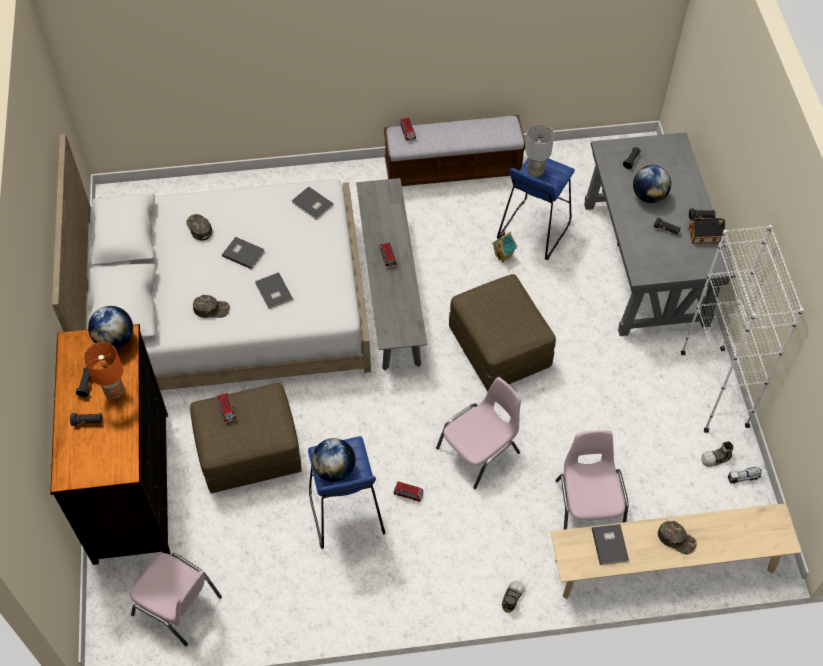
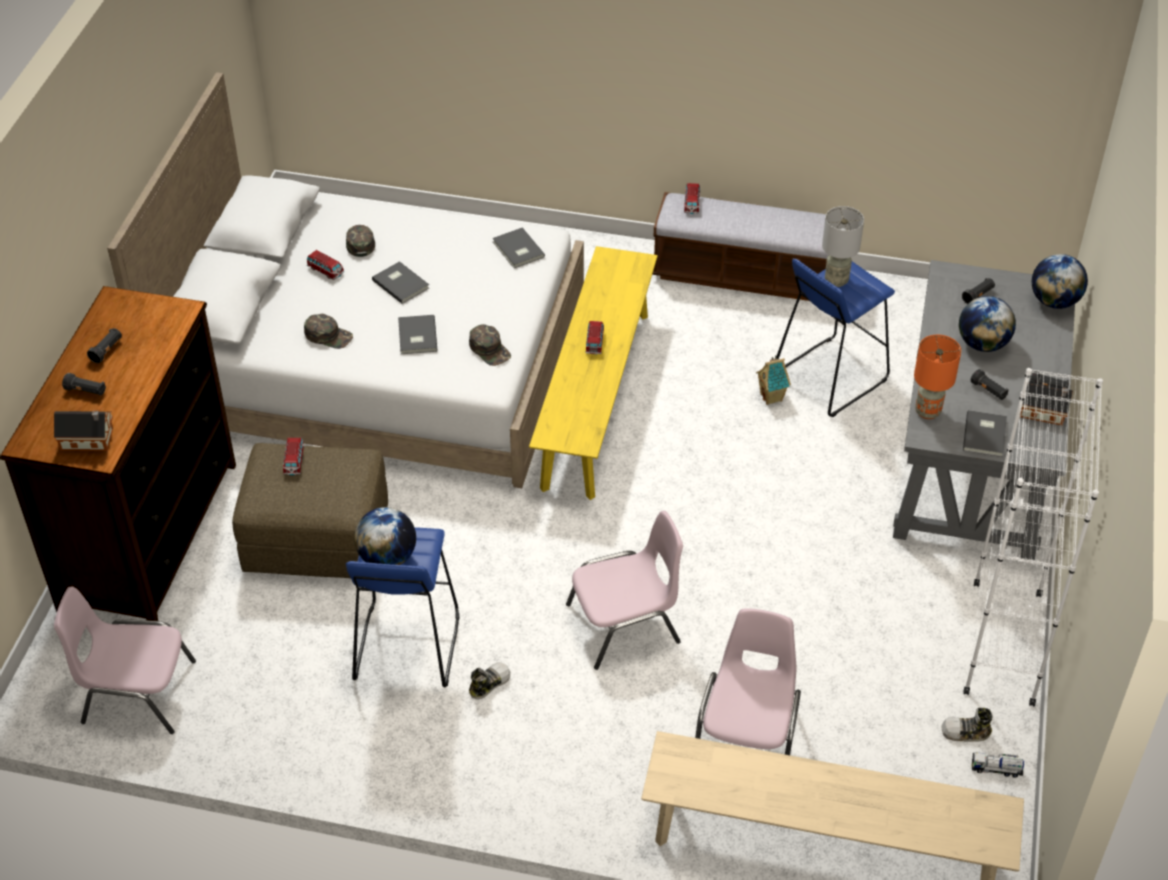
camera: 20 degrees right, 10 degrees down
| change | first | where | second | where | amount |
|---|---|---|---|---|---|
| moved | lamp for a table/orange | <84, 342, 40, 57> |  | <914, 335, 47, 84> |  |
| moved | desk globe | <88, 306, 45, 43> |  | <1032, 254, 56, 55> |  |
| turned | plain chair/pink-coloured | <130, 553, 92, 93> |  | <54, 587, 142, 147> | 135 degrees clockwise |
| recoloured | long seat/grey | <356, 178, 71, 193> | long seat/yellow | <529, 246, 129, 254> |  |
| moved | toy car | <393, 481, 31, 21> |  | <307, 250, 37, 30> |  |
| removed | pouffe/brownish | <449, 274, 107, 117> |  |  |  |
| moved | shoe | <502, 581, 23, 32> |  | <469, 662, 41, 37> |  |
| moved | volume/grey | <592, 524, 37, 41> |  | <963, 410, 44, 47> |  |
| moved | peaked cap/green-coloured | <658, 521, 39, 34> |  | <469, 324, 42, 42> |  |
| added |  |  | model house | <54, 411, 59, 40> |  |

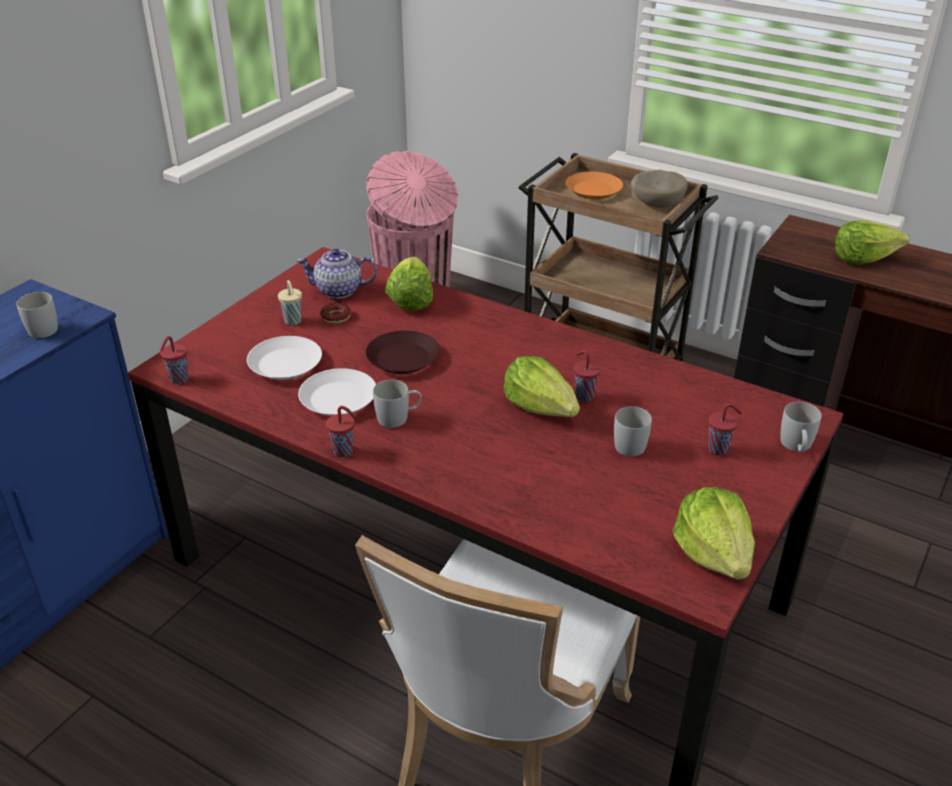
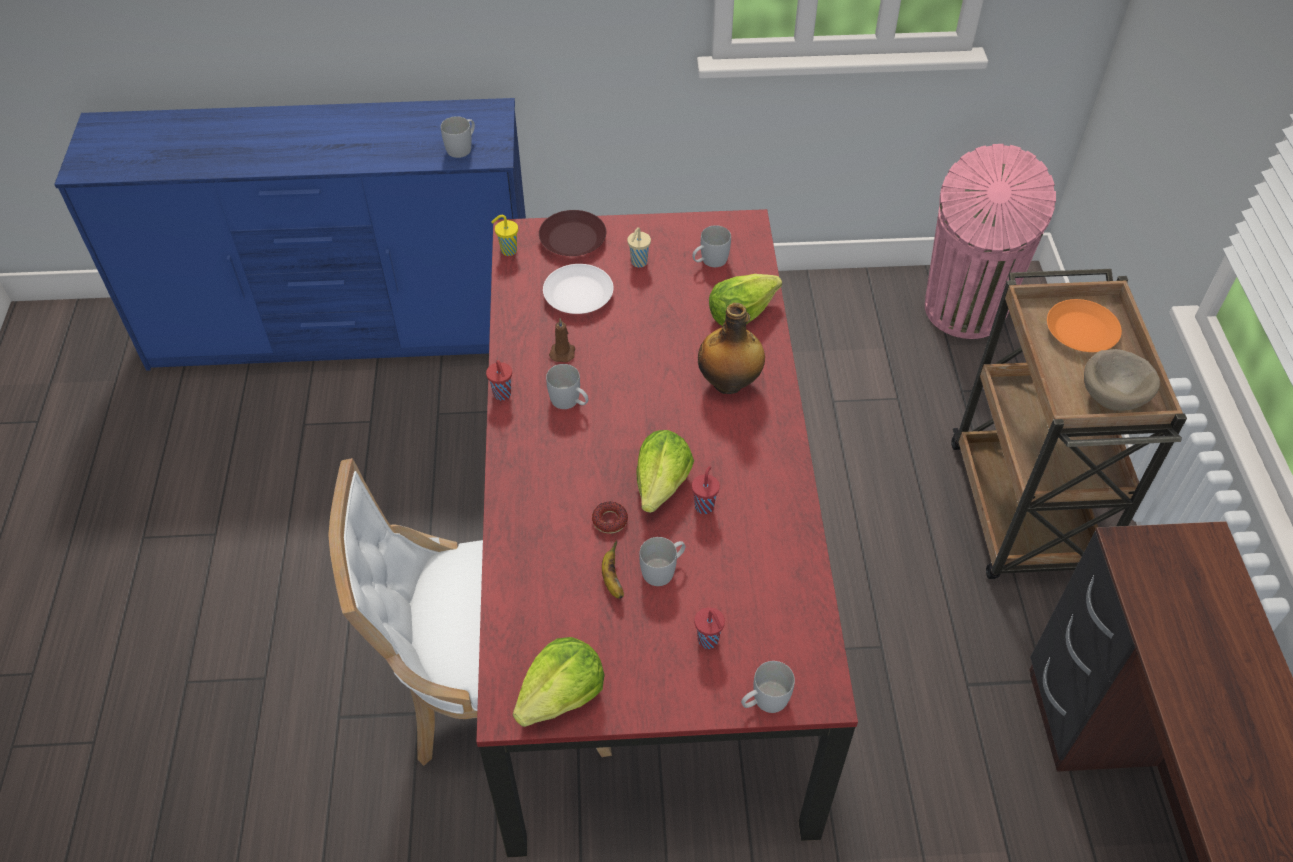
camera: 55 degrees right, 15 degrees up
| change | first | where | second | where | amount |
|---|---|---|---|---|---|
| recoloured | small cup/red | <160, 336, 28, 48> | small cup/yellow | <491, 215, 27, 41> |  |
| replaced | pot for tea | <296, 248, 81, 51> | tea mug/whitish | <692, 225, 39, 42> |  |
| replaced | flat dish/whitish | <298, 368, 78, 48> | wax light/brownish | <549, 318, 26, 44> |  |
| moved | ring doughnut | <320, 303, 31, 21> |  | <592, 501, 36, 33> |  |
| moved | flat dish/brownish | <366, 330, 74, 44> |  | <539, 210, 67, 46> |  |
| removed | lettuce | <835, 220, 74, 44> |  |  |  |
| added |  |  | banana fruit | <602, 540, 22, 59> |  |
| added |  |  | bottle | <698, 303, 67, 91> |  |

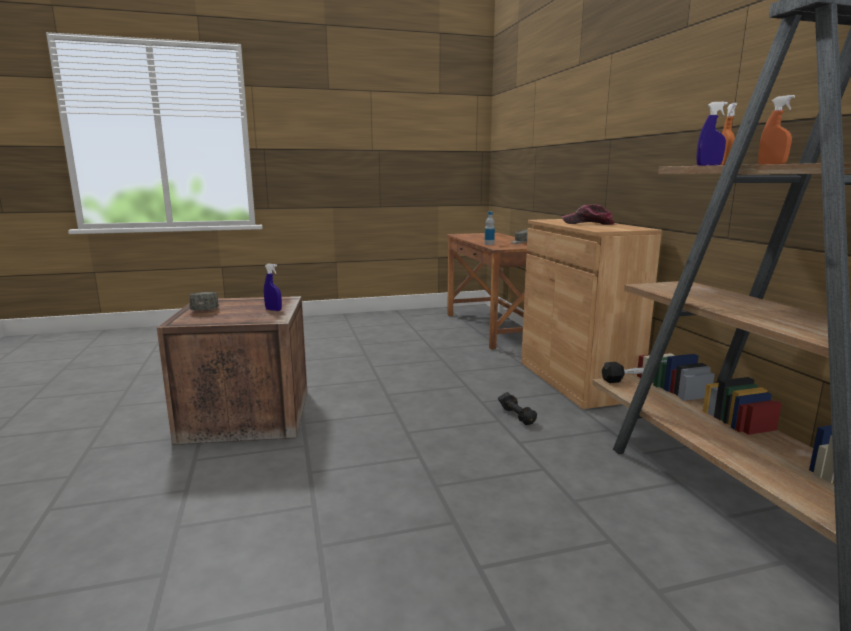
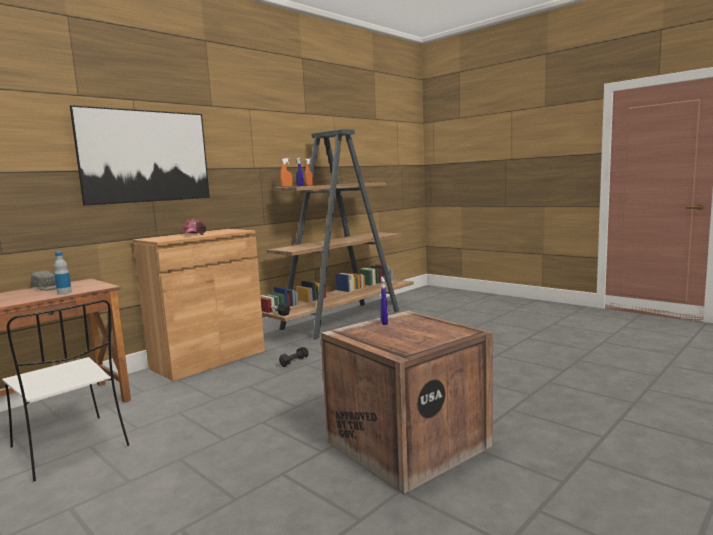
camera: 120 degrees left, 5 degrees down
| change | first | where | second | where | amount |
|---|---|---|---|---|---|
| removed | peaked cap/grey | <189, 292, 30, 18> |  |  |  |
| added |  |  | plain chair/whitish | <2, 300, 127, 182> |  |
| added |  |  | picture | <70, 105, 140, 101> |  |

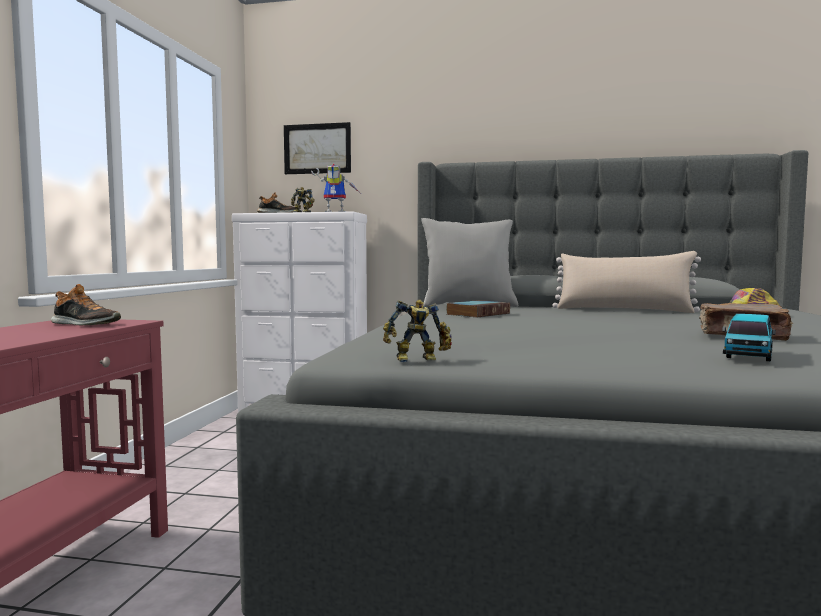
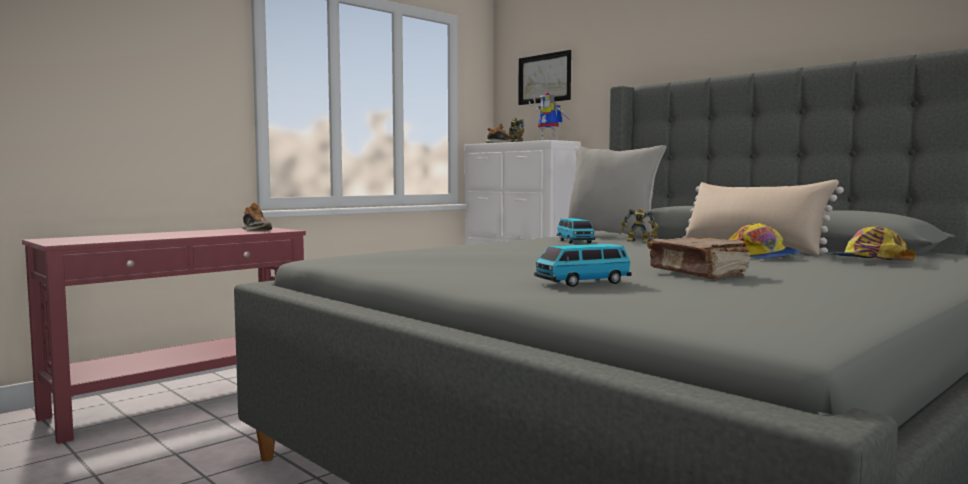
camera: 35 degrees right, 0 degrees up
| change | first | where | second | where | amount |
|---|---|---|---|---|---|
| moved | toy robot | <383, 300, 69, 62> |  | <621, 208, 38, 34> |  |
| replaced | volume | <446, 300, 64, 18> | toy car | <557, 218, 38, 25> |  |
| added |  |  | peaked cap | <728, 223, 73, 36> |  |

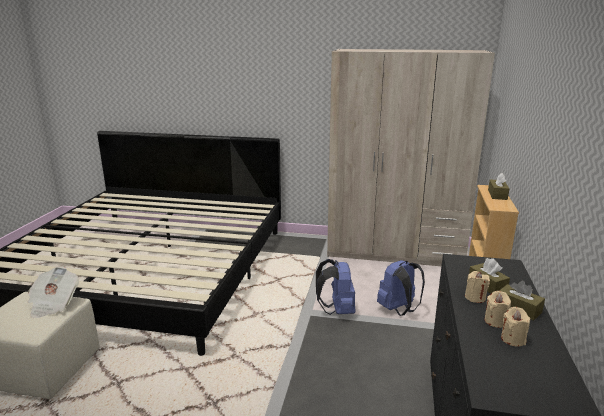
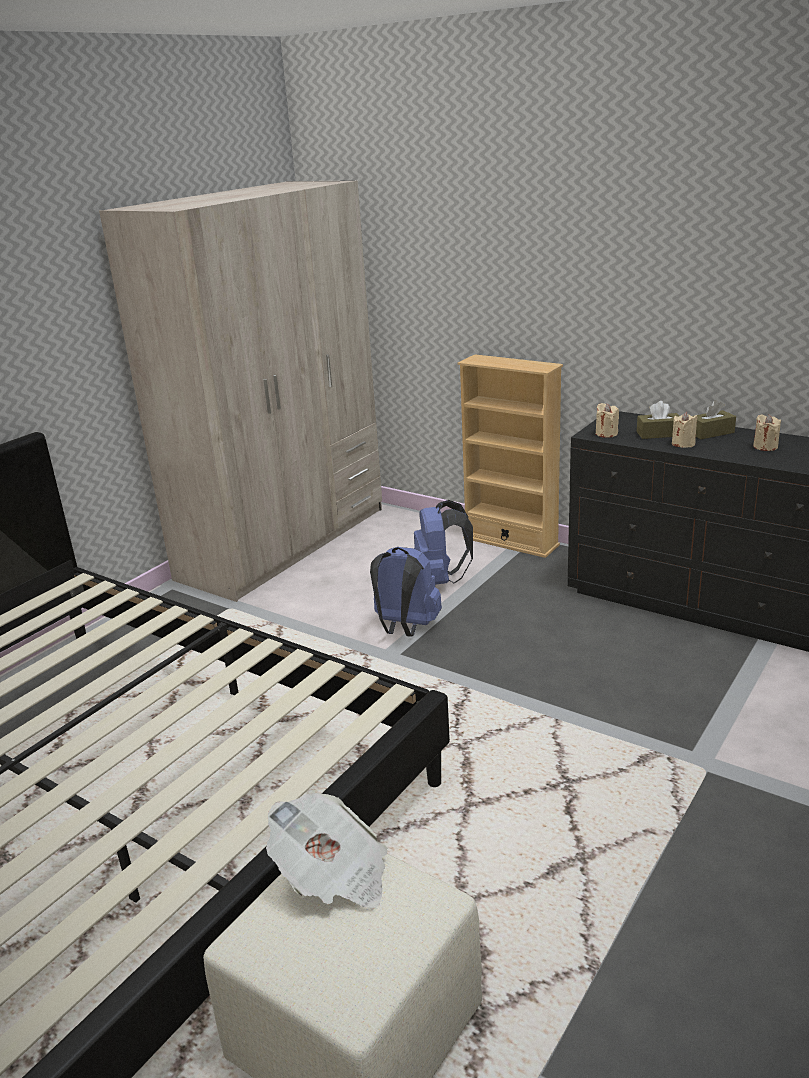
camera: 65 degrees left, 5 degrees up
| change | first | where | second | where | amount |
|---|---|---|---|---|---|
| moved | wax light/sand-coloured | <484, 291, 27, 37> |  | <596, 403, 23, 35> |  |
| removed | box of tissues/brownish | <488, 173, 21, 27> |  |  |  |

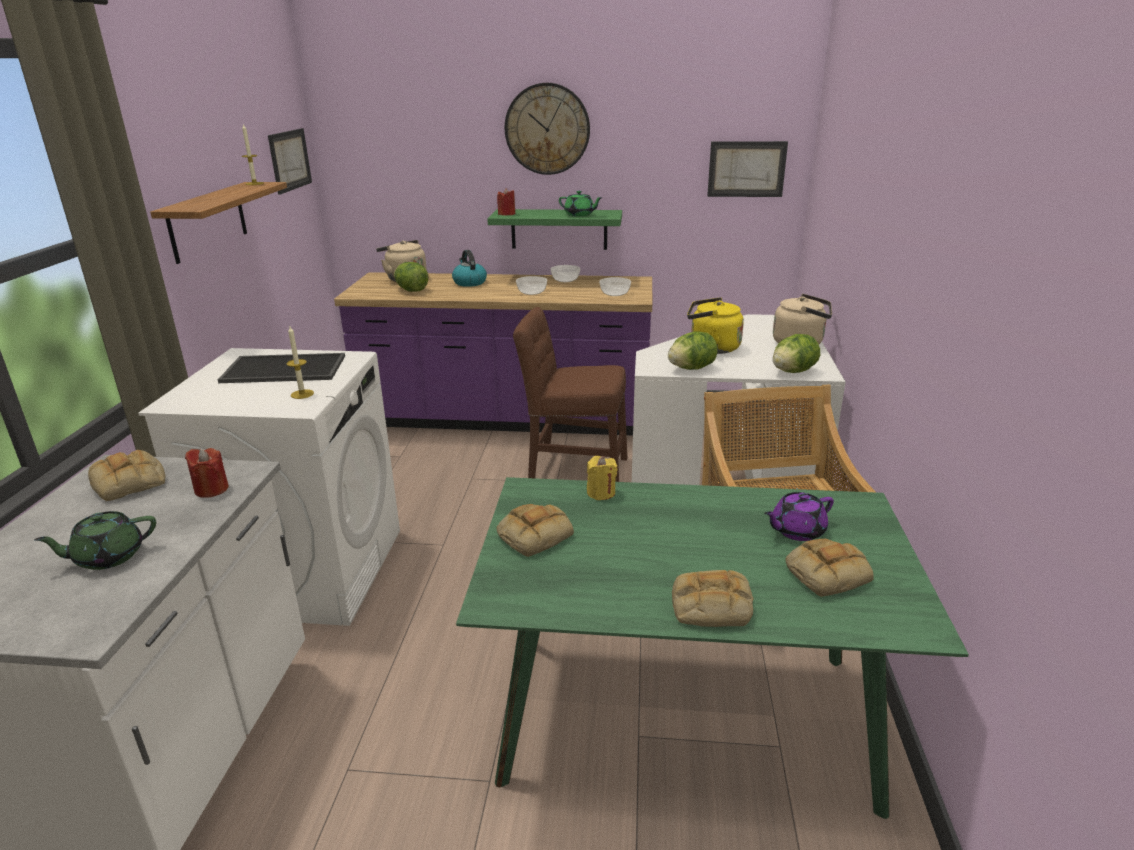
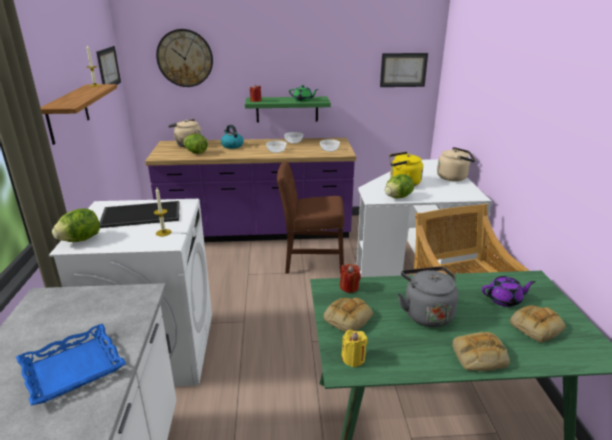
camera: 10 degrees left, 0 degrees up
| change | first | where | second | where | amount |
|---|---|---|---|---|---|
| replaced | pot for tea/green-coloured | <34, 511, 122, 59> | tray/bluish | <16, 324, 110, 81> |  |
| removed | bread | <88, 450, 78, 51> |  |  |  |
| moved | wax light/red | <185, 448, 44, 50> |  | <340, 264, 21, 29> |  |
| moved | hanging clock | <505, 83, 85, 92> |  | <156, 29, 57, 58> |  |
| moved | wax light/yellow | <587, 456, 31, 44> |  | <341, 330, 27, 37> |  |
| turned | pot for tea/purple | <764, 492, 70, 49> |  | <482, 276, 53, 31> | 150 degrees counterclockwise |
| moved | lettuce | <773, 334, 47, 39> |  | <52, 209, 48, 33> |  |
| added |  |  | water kettle/grey | <398, 267, 61, 60> |  |

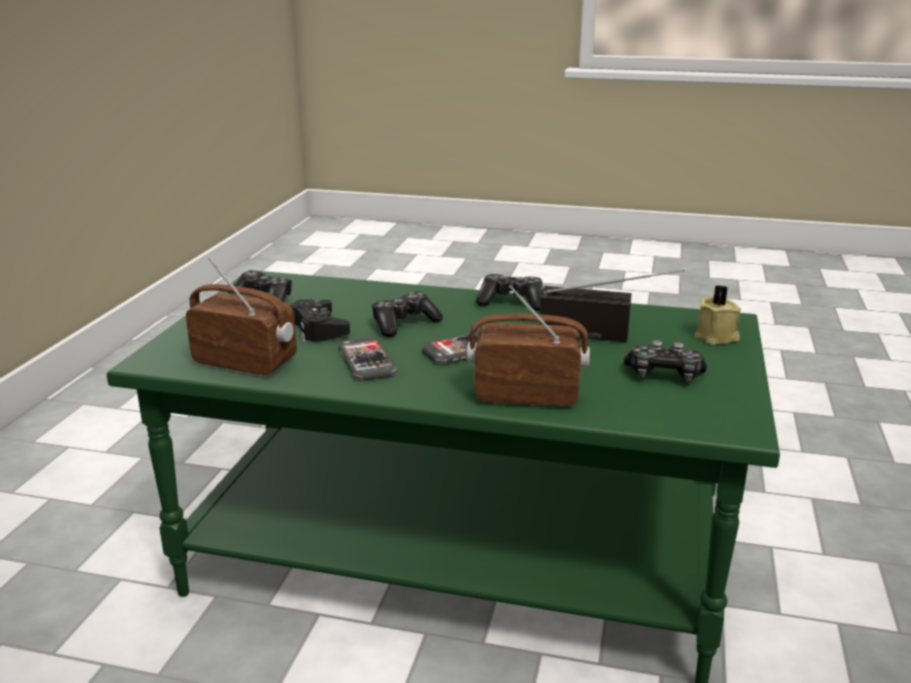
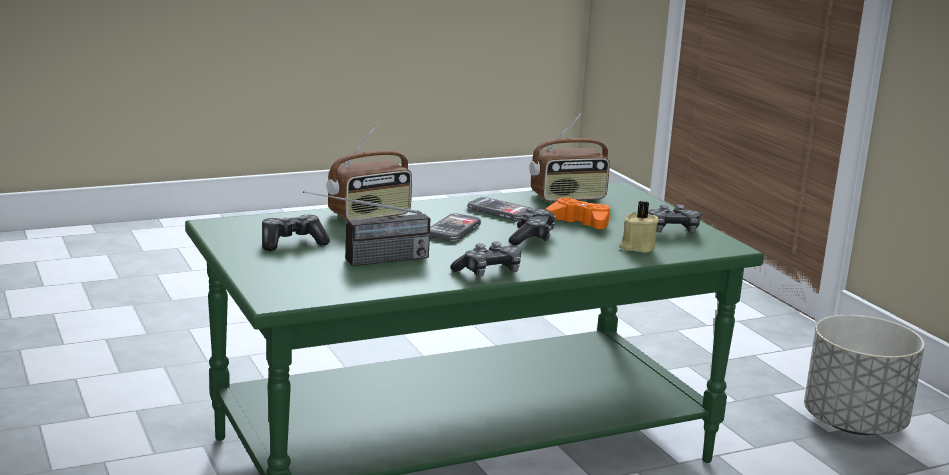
camera: 140 degrees right, 5 degrees down
| change | first | where | second | where | amount |
|---|---|---|---|---|---|
| recoloured | gamepad/blackish | <290, 299, 60, 43> | gamepad/orange | <546, 197, 64, 32> |  |
| moved | wax light/sand-coloured | <695, 285, 46, 60> |  | <619, 201, 40, 52> |  |
| added |  |  | plant pot/grey | <804, 315, 121, 120> |  |

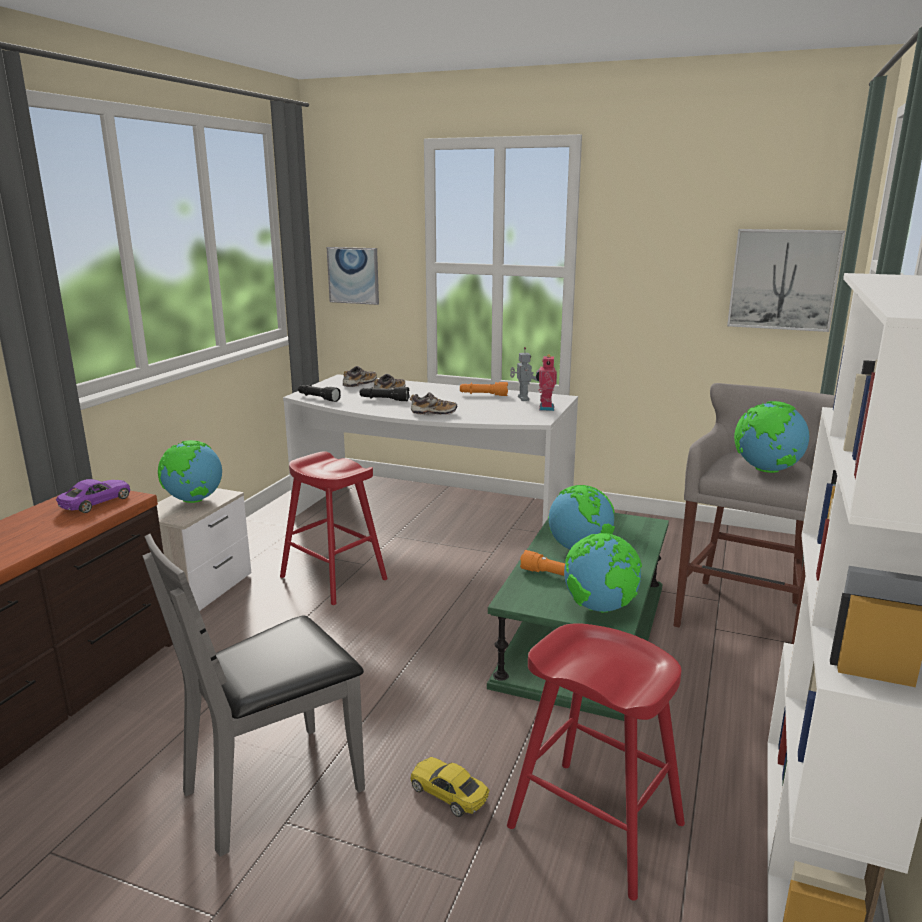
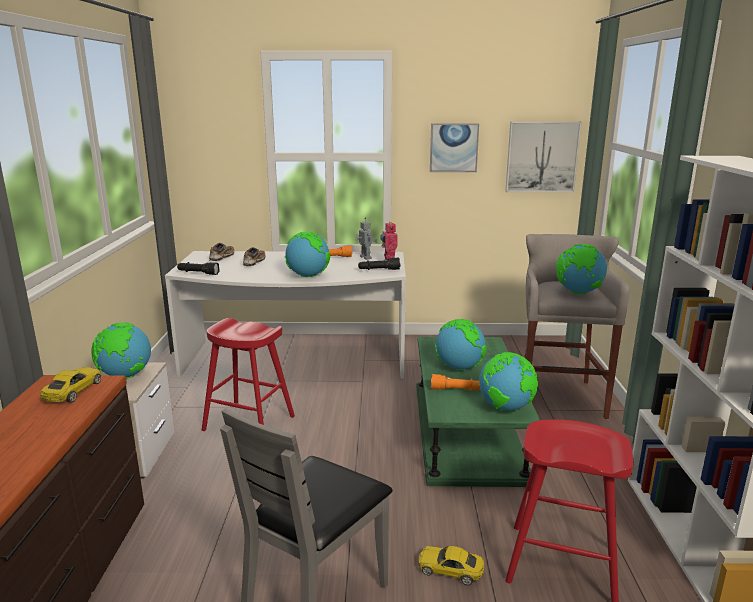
camera: 20 degrees left, 0 degrees up
| change | first | where | second | where | amount |
|---|---|---|---|---|---|
| recoloured | toy car/purple | <56, 479, 74, 34> | toy car/yellow | <39, 367, 62, 36> |  |
| moved | picture | <327, 247, 52, 58> |  | <430, 123, 49, 49> |  |
| moved | flashlight/blackish | <360, 387, 50, 14> |  | <358, 258, 42, 12> |  |
| replaced | shoe | <410, 392, 47, 23> | desk globe | <285, 231, 45, 46> |  |

